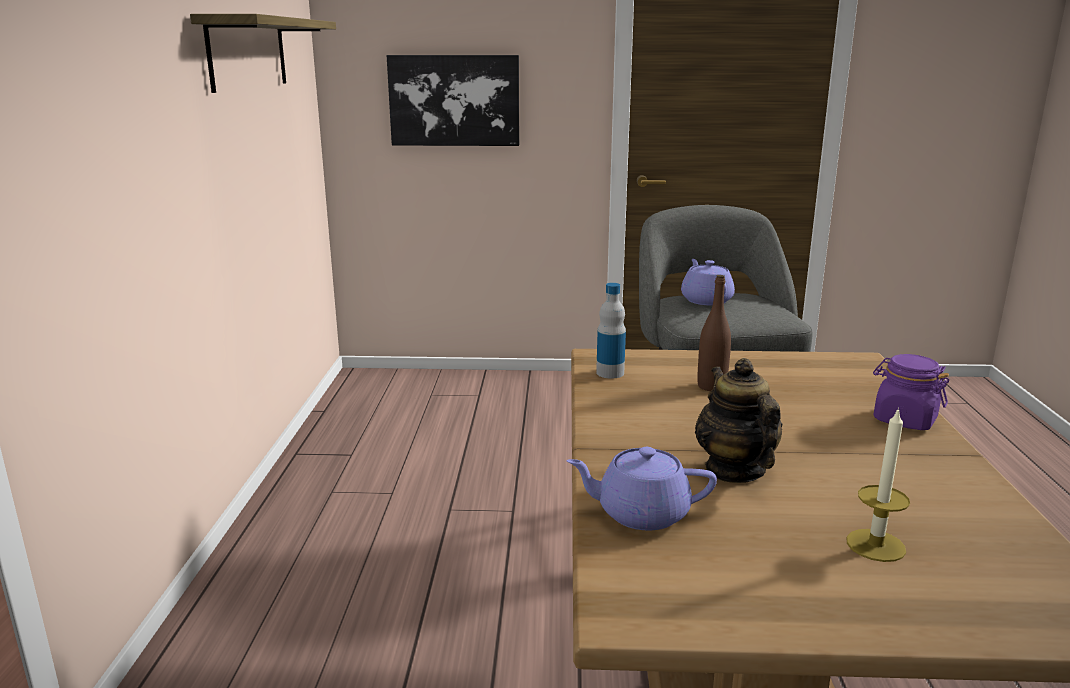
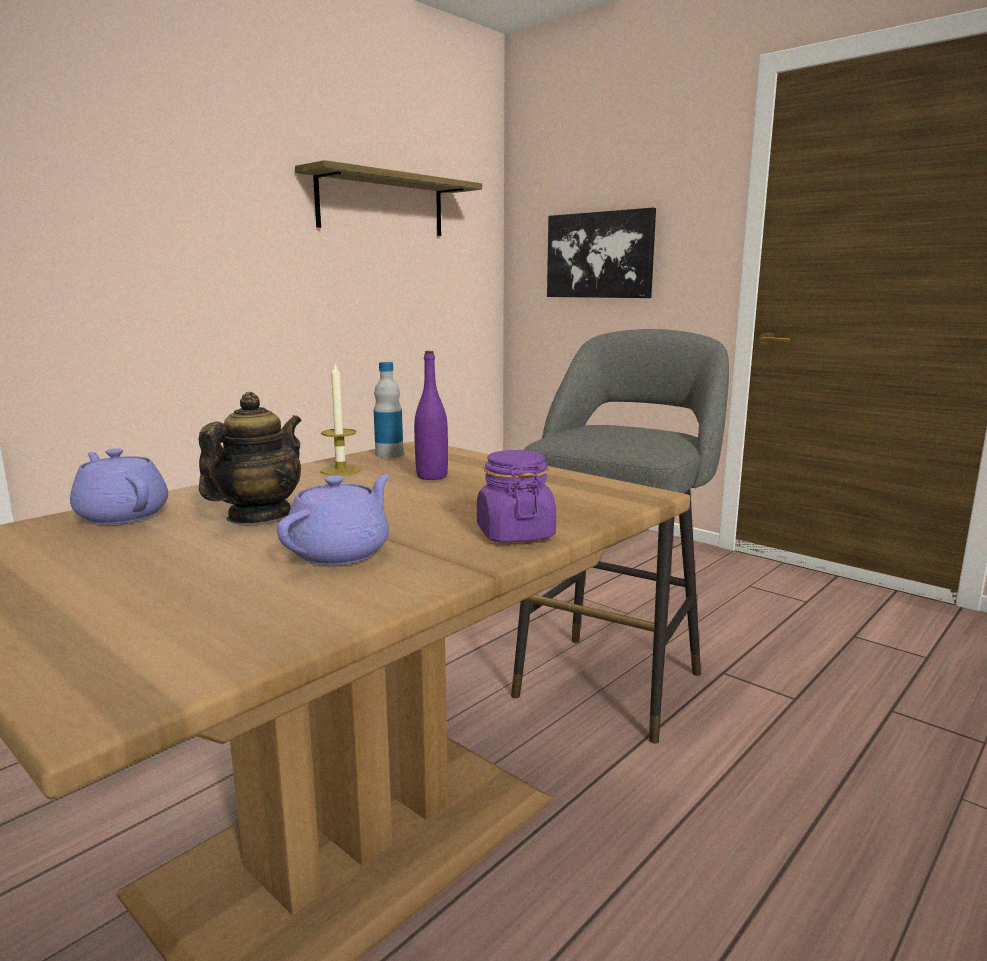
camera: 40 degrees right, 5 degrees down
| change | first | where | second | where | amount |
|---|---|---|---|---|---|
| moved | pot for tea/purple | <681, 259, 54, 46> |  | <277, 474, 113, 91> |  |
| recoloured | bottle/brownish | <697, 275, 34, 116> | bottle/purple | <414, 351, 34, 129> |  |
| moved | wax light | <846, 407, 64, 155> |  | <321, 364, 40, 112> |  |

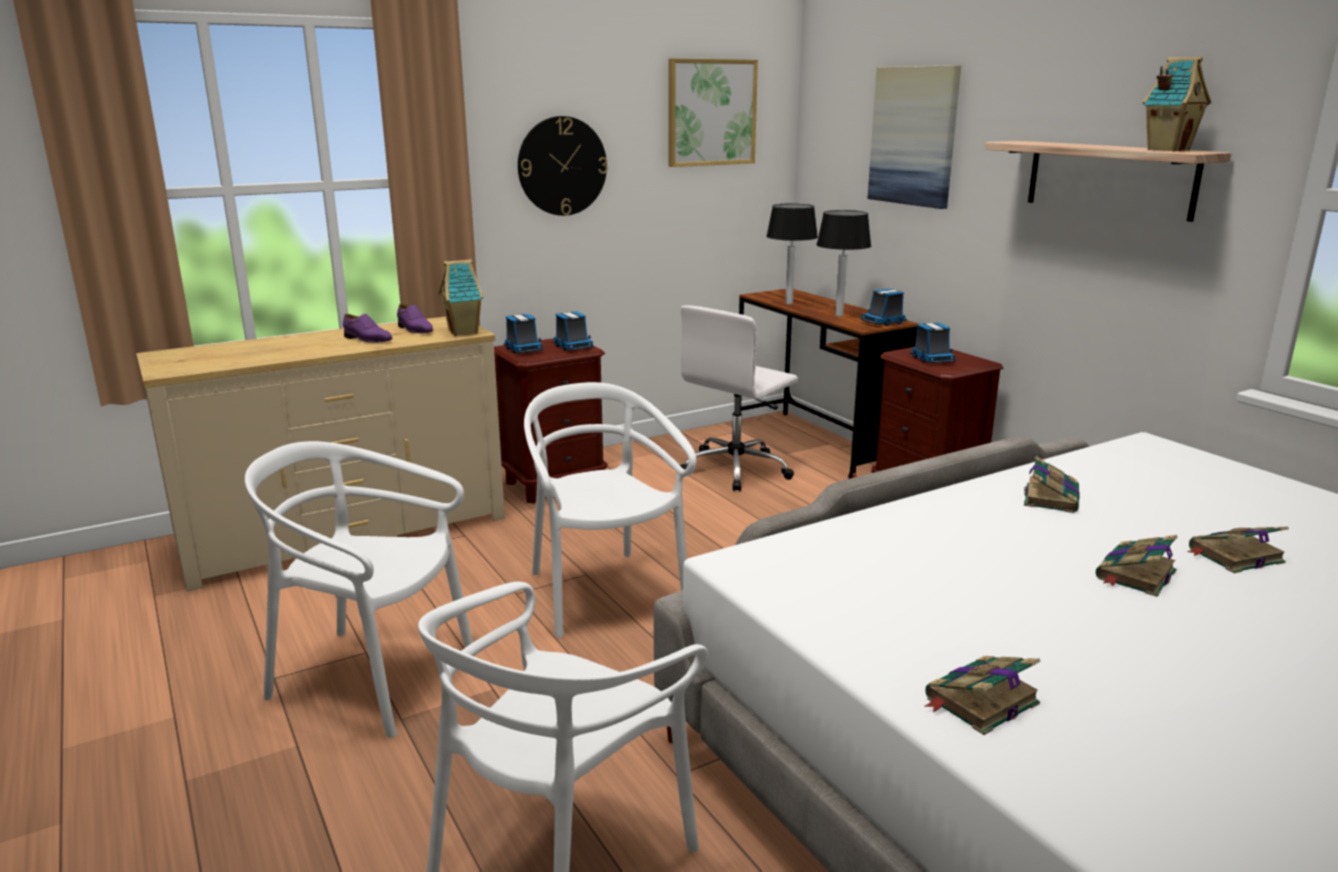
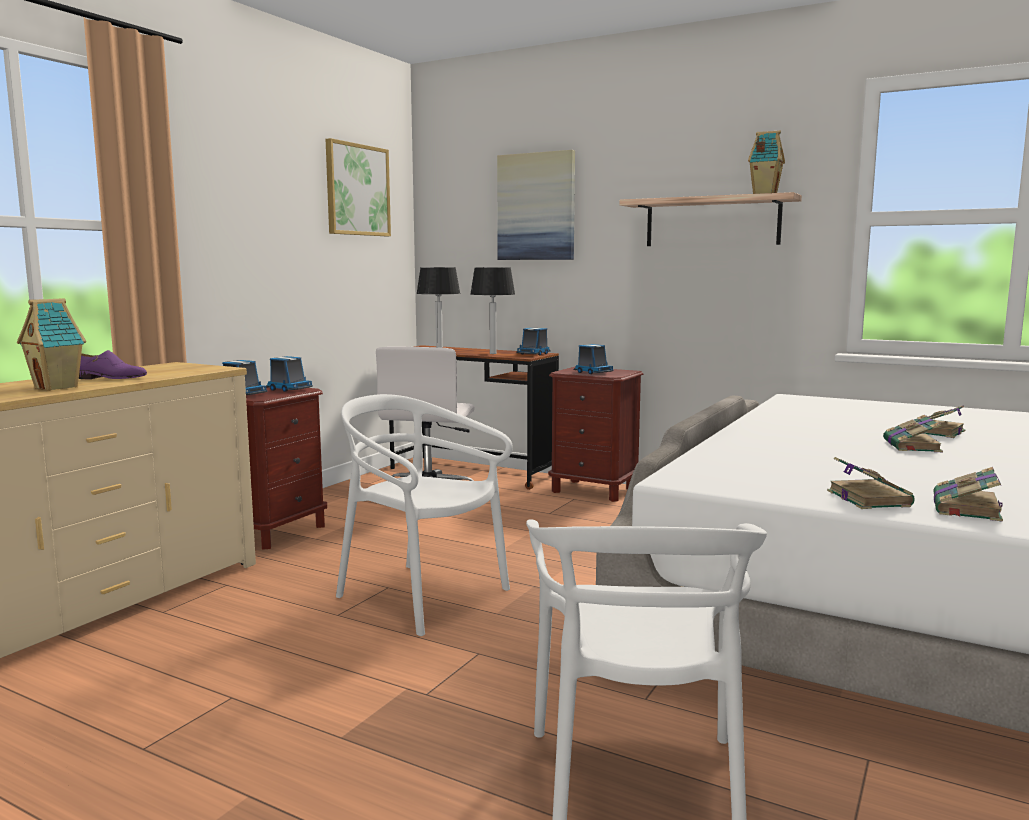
camera: 30 degrees left, 10 degrees down
| change | first | where | second | where | amount |
|---|---|---|---|---|---|
| removed | plain chair/whitish | <245, 441, 228, 297> |  |  |  |
| removed | shoe/purple | <397, 304, 36, 29> |  |  |  |
| moved | model house | <438, 259, 46, 77> |  | <17, 298, 69, 93> |  |
| removed | hanging clock | <518, 116, 90, 100> |  |  |  |
| moved | volume | <1024, 456, 56, 57> |  | <827, 457, 88, 52> |  |

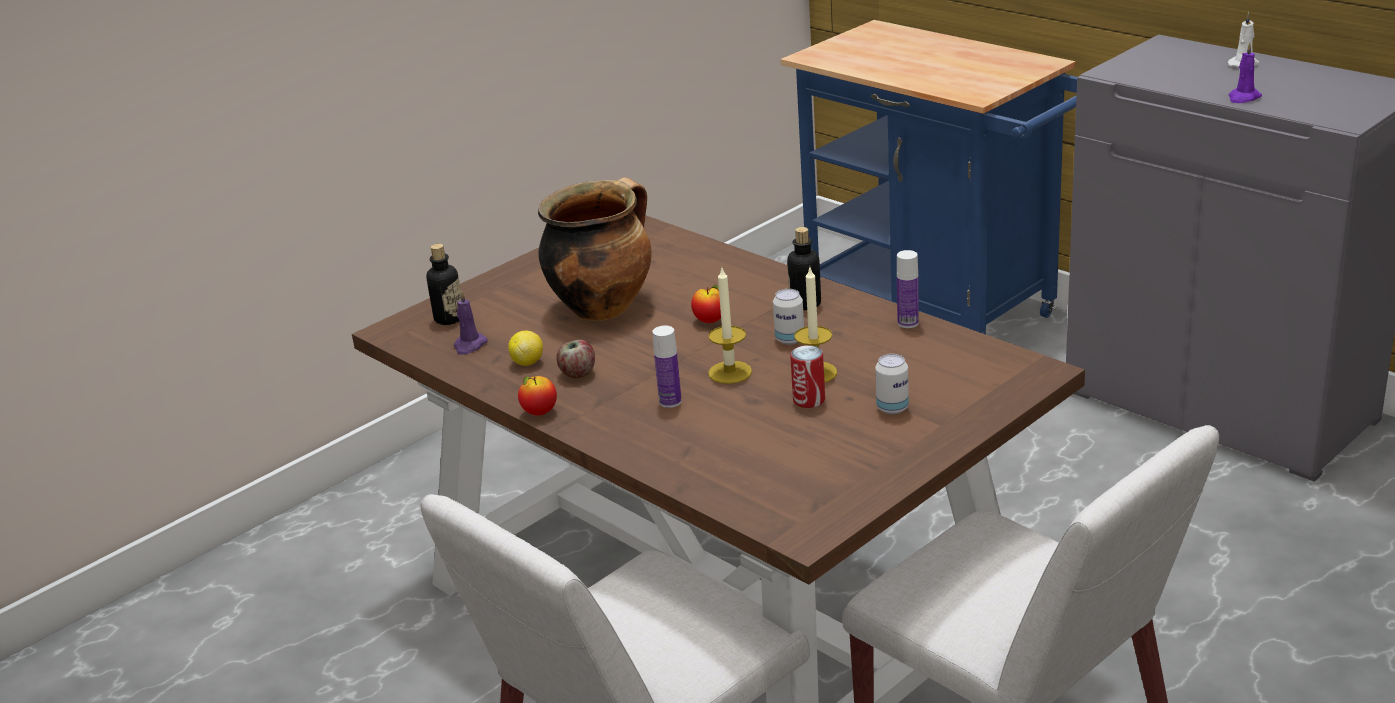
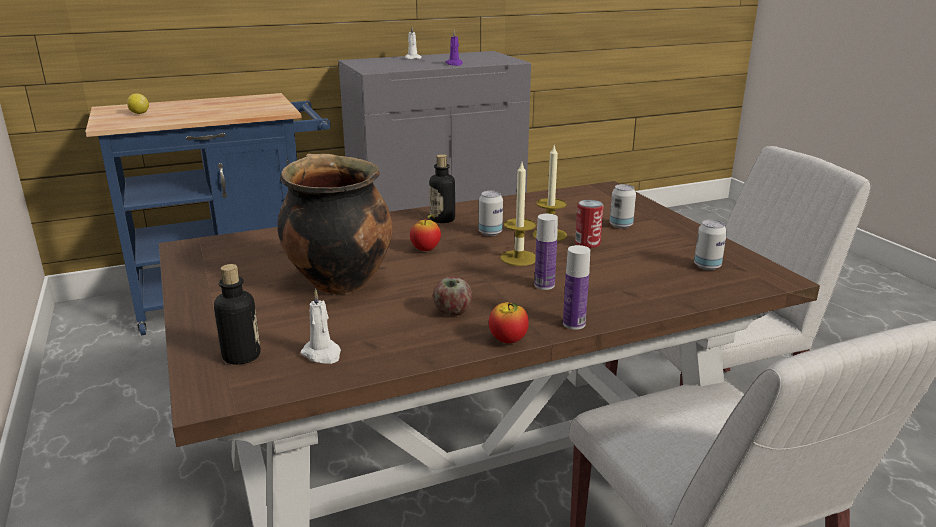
camera: 70 degrees left, 5 degrees down
| change | first | where | second | where | amount |
|---|---|---|---|---|---|
| recoloured | wax light/purple | <454, 290, 34, 65> | wax light/whitish | <301, 289, 40, 75> |  |
| moved | whole lemon | <508, 331, 35, 35> |  | <127, 94, 22, 20> |  |
| moved | bottle | <897, 250, 22, 78> |  | <563, 245, 27, 85> |  |
| added |  |  | metal can | <694, 220, 33, 50> |  |

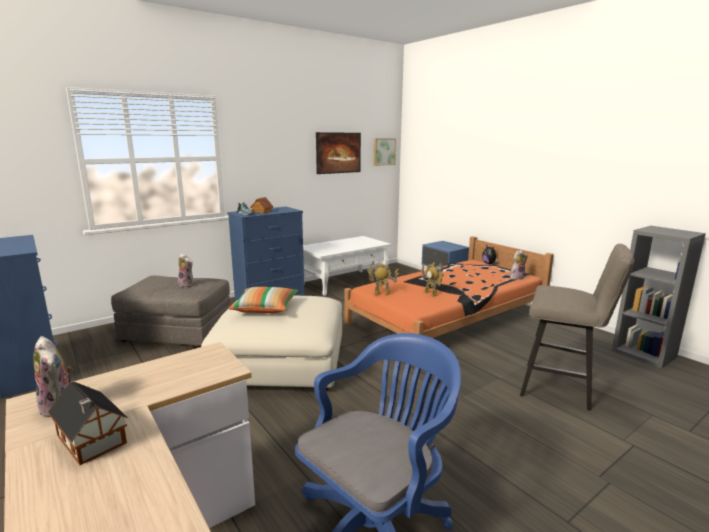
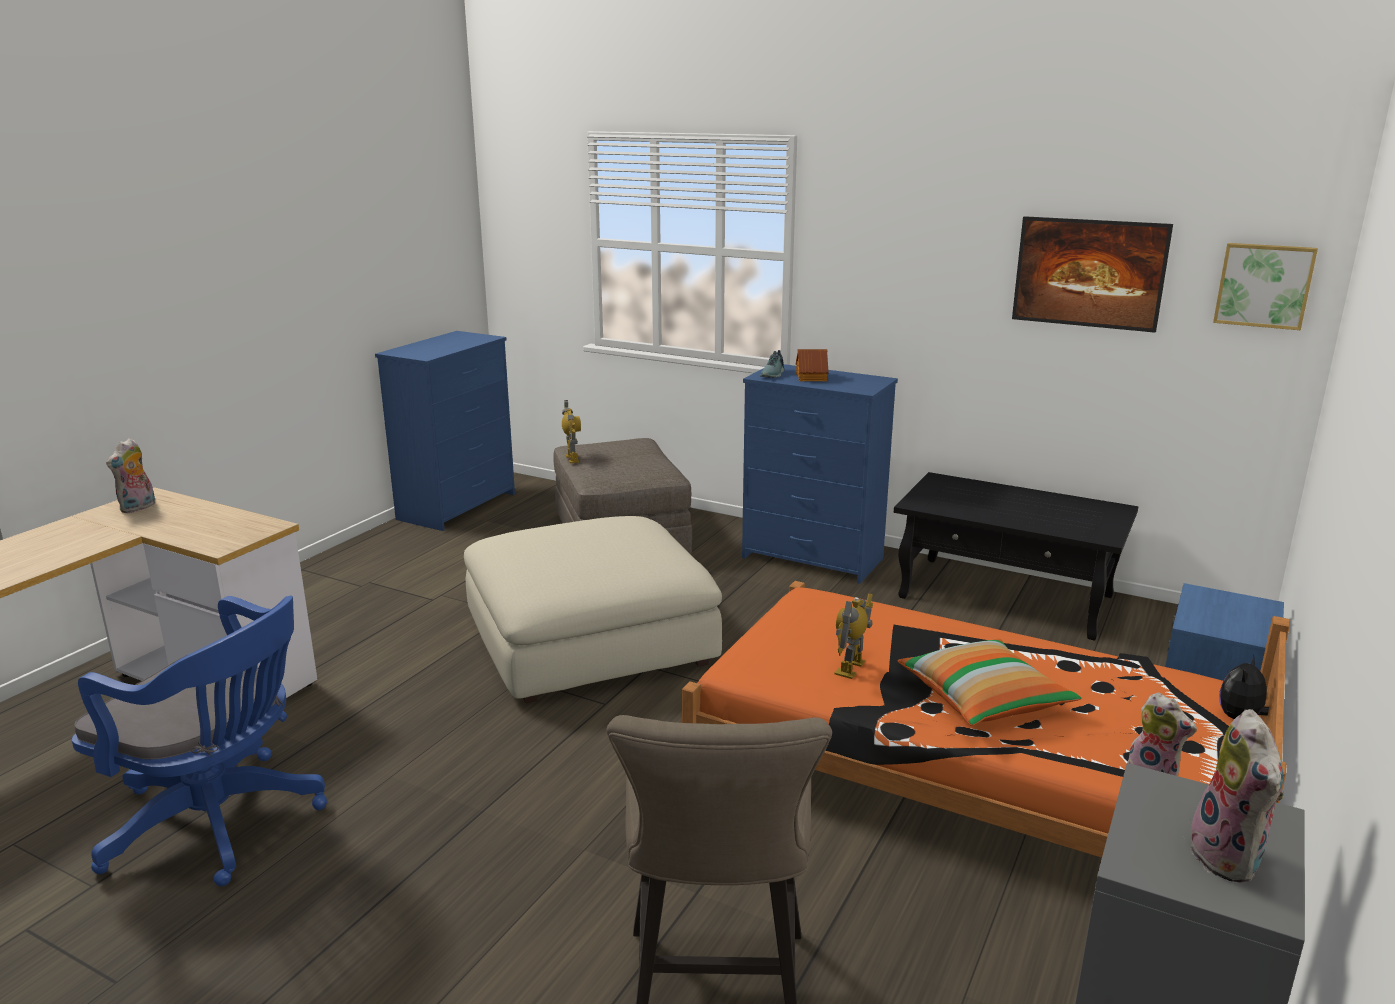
camera: 65 degrees right, 5 degrees up
| change | first | where | second | where | amount |
|---|---|---|---|---|---|
| removed | model house | <48, 382, 80, 83> |  |  |  |
| moved | cuddly toy | <178, 253, 15, 35> |  | <1190, 709, 94, 174> |  |
| moved | throw pillow | <228, 287, 70, 26> |  | <898, 638, 183, 88> |  |
| recoloured | low table/whitish | <303, 236, 88, 60> | low table/blackish | <894, 472, 244, 169> |  |
| moved | toy robot | <367, 261, 32, 34> |  | <562, 400, 19, 63> |  |

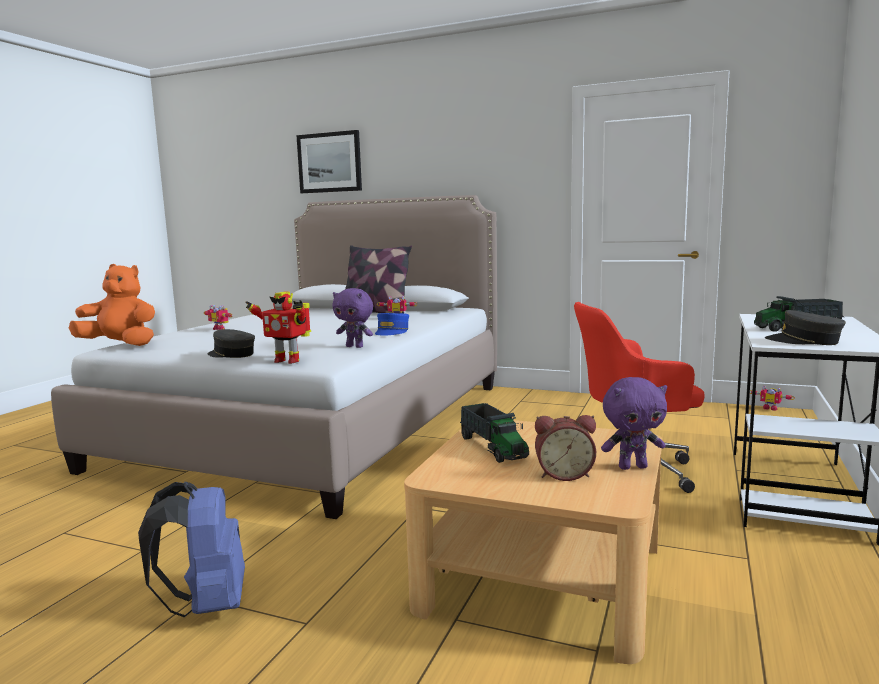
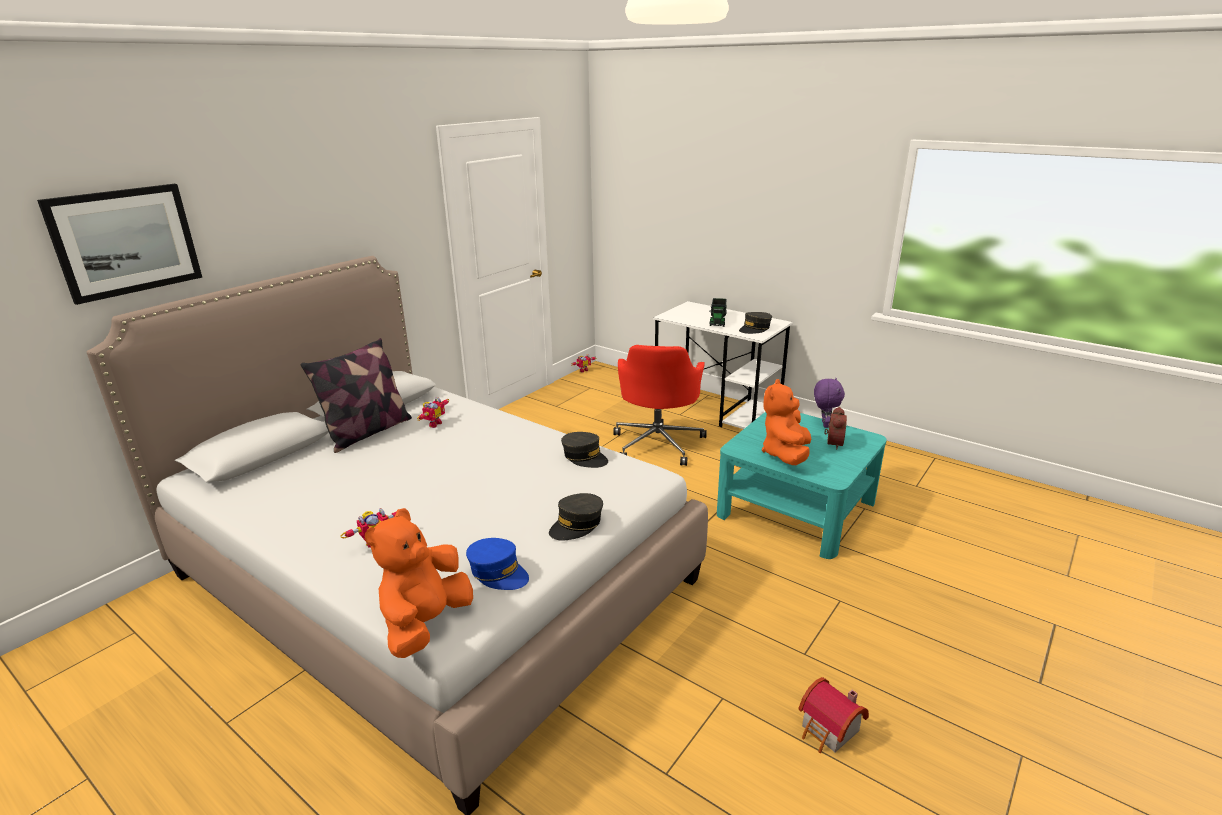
camera: 75 degrees left, 15 degrees up
| change | first | where | second | where | amount |
|---|---|---|---|---|---|
| removed | rucksack/bluish | <138, 482, 107, 135> |  |  |  |
| removed | toy robot | <245, 292, 66, 72> |  |  |  |
| replaced | cuddly toy/purple | <333, 288, 40, 60> | peaked cap/grey | <561, 432, 47, 36> |  |
| moved | peaked cap/bluish | <375, 313, 34, 22> |  | <466, 538, 63, 52> |  |
| recoloured | low table/sand-coloured | <404, 420, 258, 244> | low table/turquoise-coloured | <717, 412, 170, 147> |  |
| replaced | toy lorry | <460, 403, 69, 60> | cuddly toy/orange | <762, 379, 49, 86> |  |
| added |  |  | model house | <798, 677, 71, 76> |  |

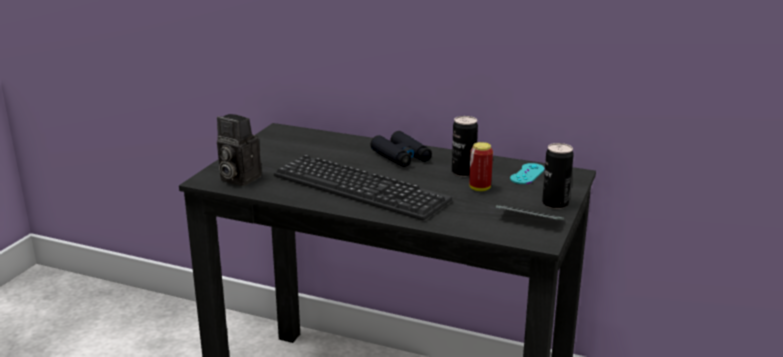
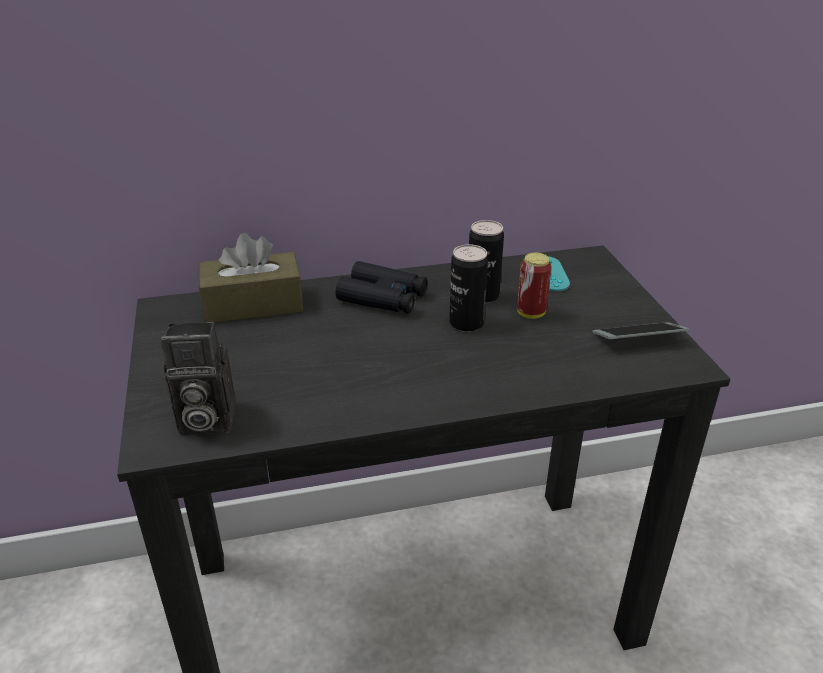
camera: 35 degrees left, 10 degrees up
| change | first | where | second | where | amount |
|---|---|---|---|---|---|
| removed | PC keyboard | <274, 155, 178, 65> |  |  |  |
| moved | metal can | <542, 143, 32, 66> |  | <449, 244, 39, 88> |  |
| added |  |  | box of tissues/brownish | <199, 233, 104, 90> |  |

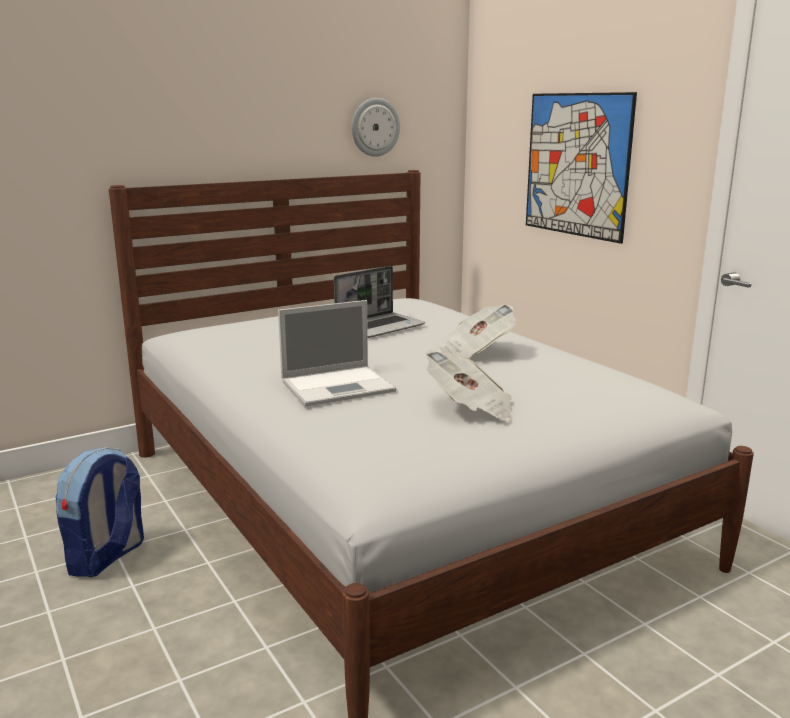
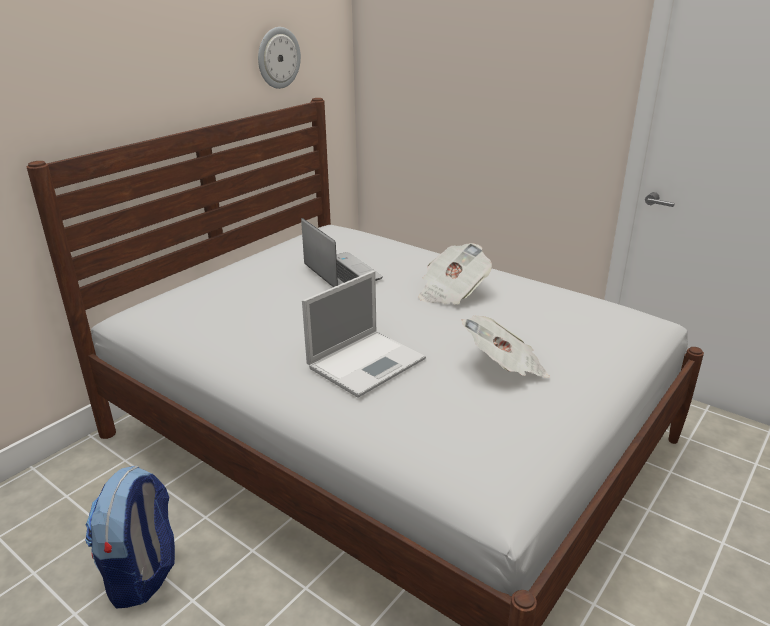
camera: 20 degrees left, 10 degrees up
| change | first | where | second | where | amount |
|---|---|---|---|---|---|
| turned | laptop | <334, 266, 91, 72> |  | <301, 218, 82, 69> | 60 degrees counterclockwise |
| removed | picture | <526, 92, 111, 152> |  |  |  |

